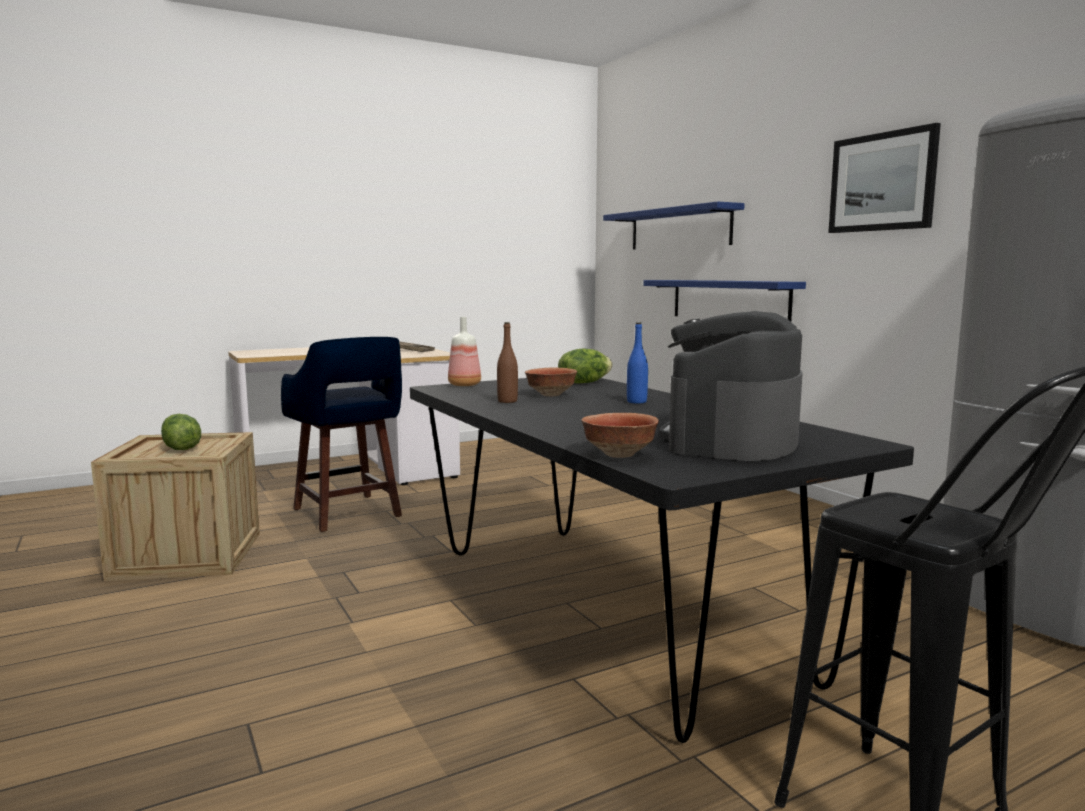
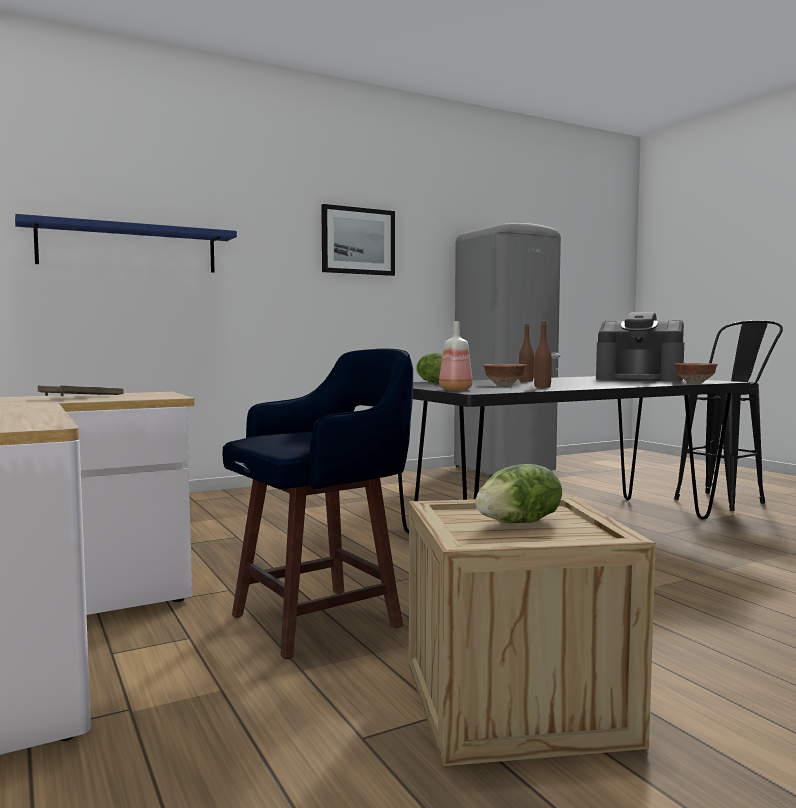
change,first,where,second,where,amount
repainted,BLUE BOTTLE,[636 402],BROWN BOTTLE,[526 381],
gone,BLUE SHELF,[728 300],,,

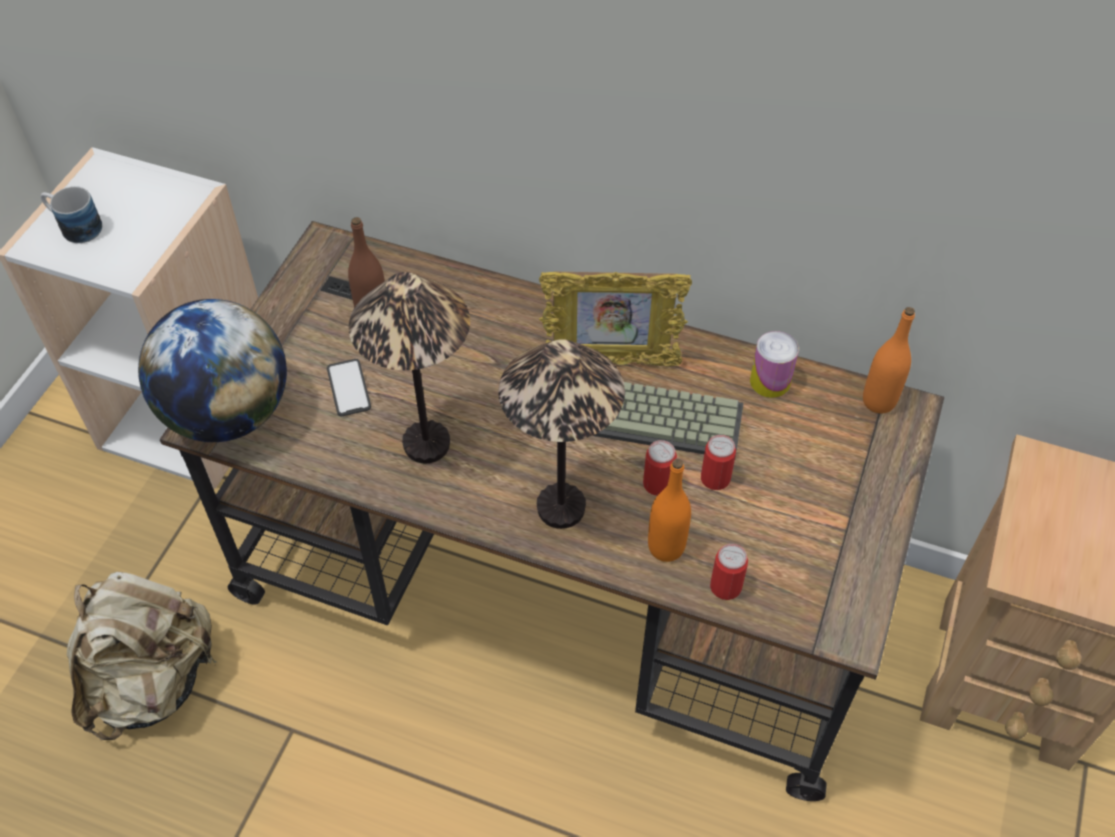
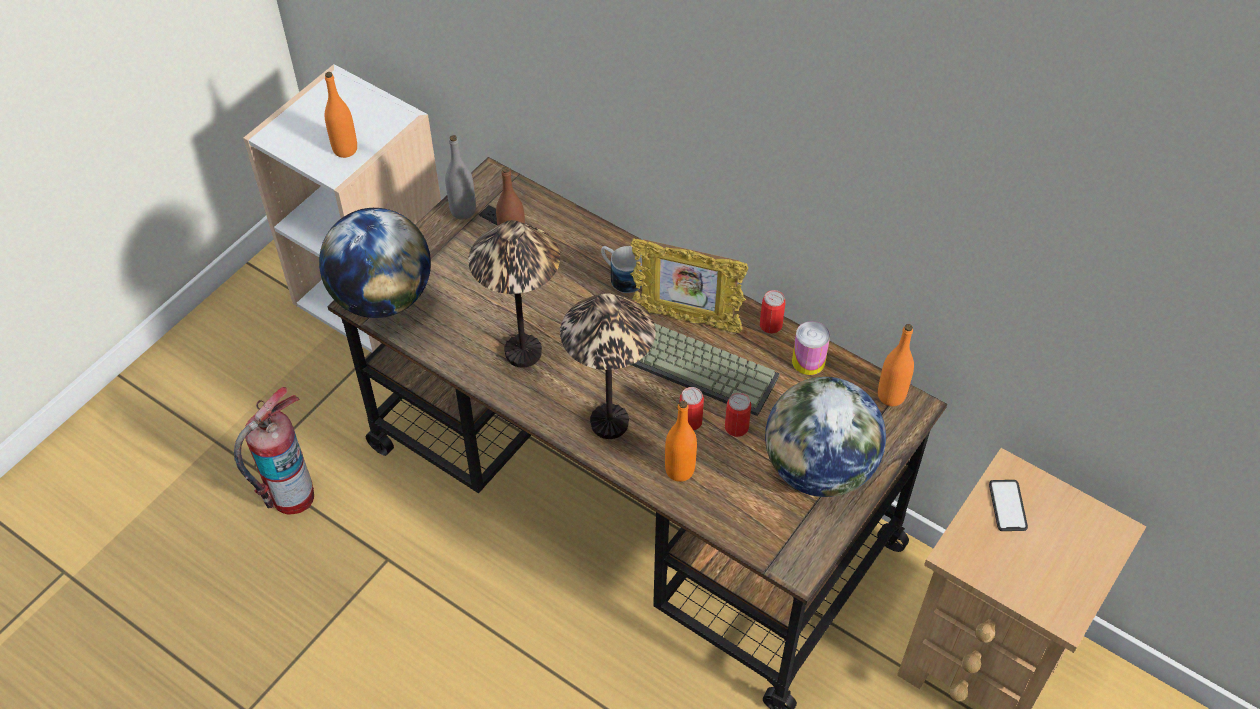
change,first,where,second,where,amount
swapped,BEIGE BACKPACK,[153 681],FIRE EXTINGUISHER,[291 496],
new,,,ORANGE BOTTLE,[345 149],
new,,,GREY BOTTLE,[463 211],
shifted,MUG,[75 227],,[621 277],
shifted,CAN,[725 586],,[770 325],
new,,,GLOBE,[818 469],
shifted,PHONE,[349 388],,[1007 506],

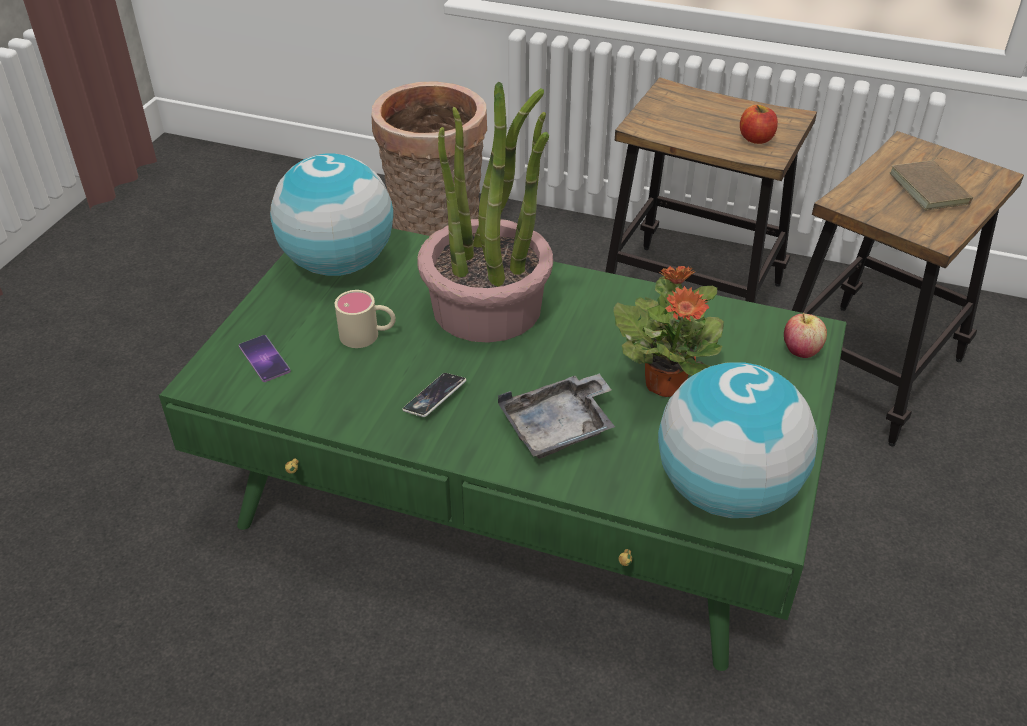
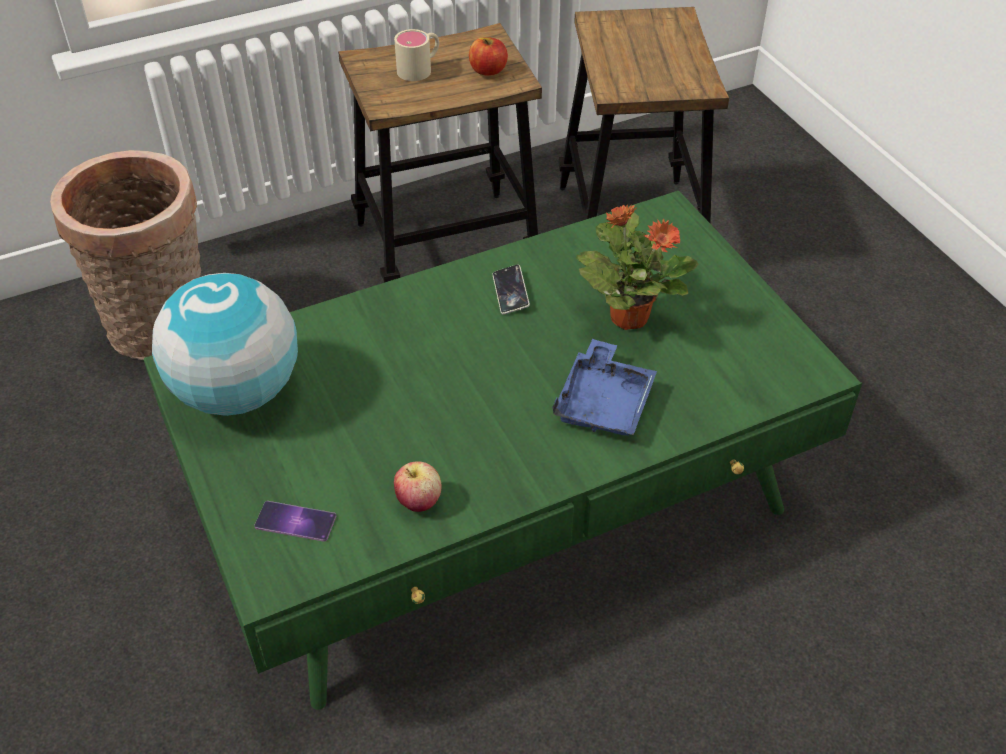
change,first,where,second,where,amount
shifted,BEIGE MUG,[368 335],,[420 68],
shifted,APPLE,[801 351],,[419 501],
shifted,PHONE,[434 398],,[510 292],
repainted,GREY TRAY,[559 427],BLUE TRAY,[604 402],
gone,POTTED PLANT,[488 307],,,
gone,GLOBE,[726 492],,,
gone,BROWN BOOK,[931 189],,,

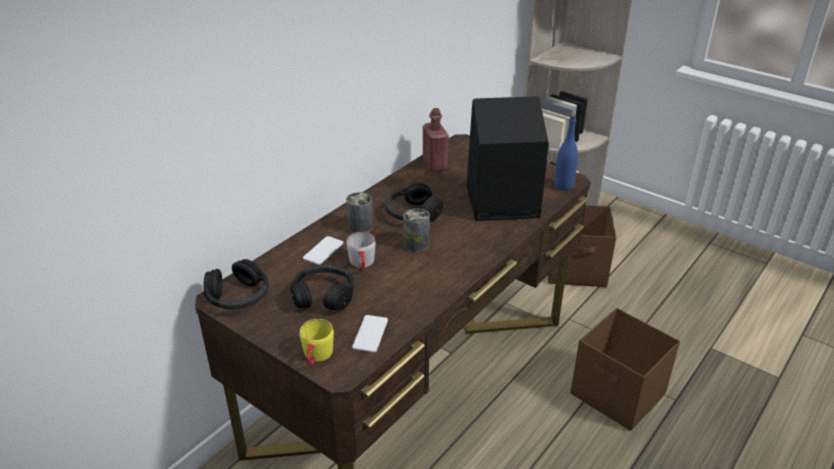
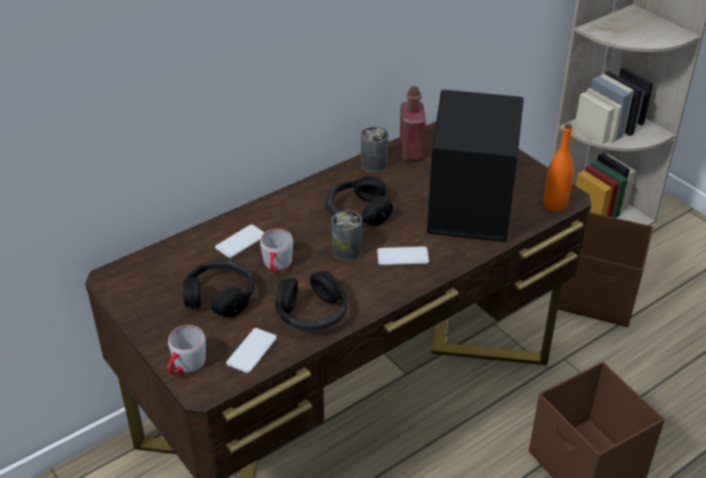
change,first,where,second,where,amount
repainted,YELLOW MUG,[317 357],GREY MUG,[185 366],
shifted,BLACK HEADPHONES,[238 297],,[312 314],
shifted,CAN,[360 227],,[374 164],
new,,,PHONE,[402 257],
repainted,BLUE BOTTLE,[563 186],ORANGE BOTTLE,[555 204],

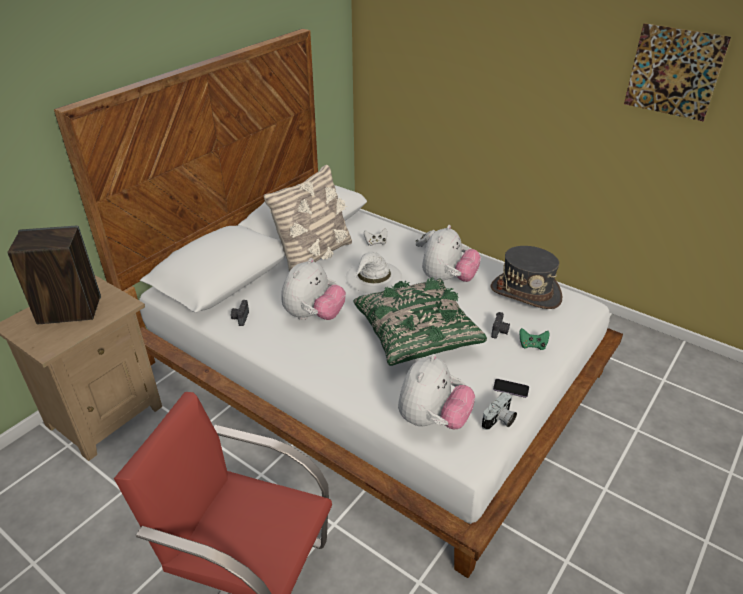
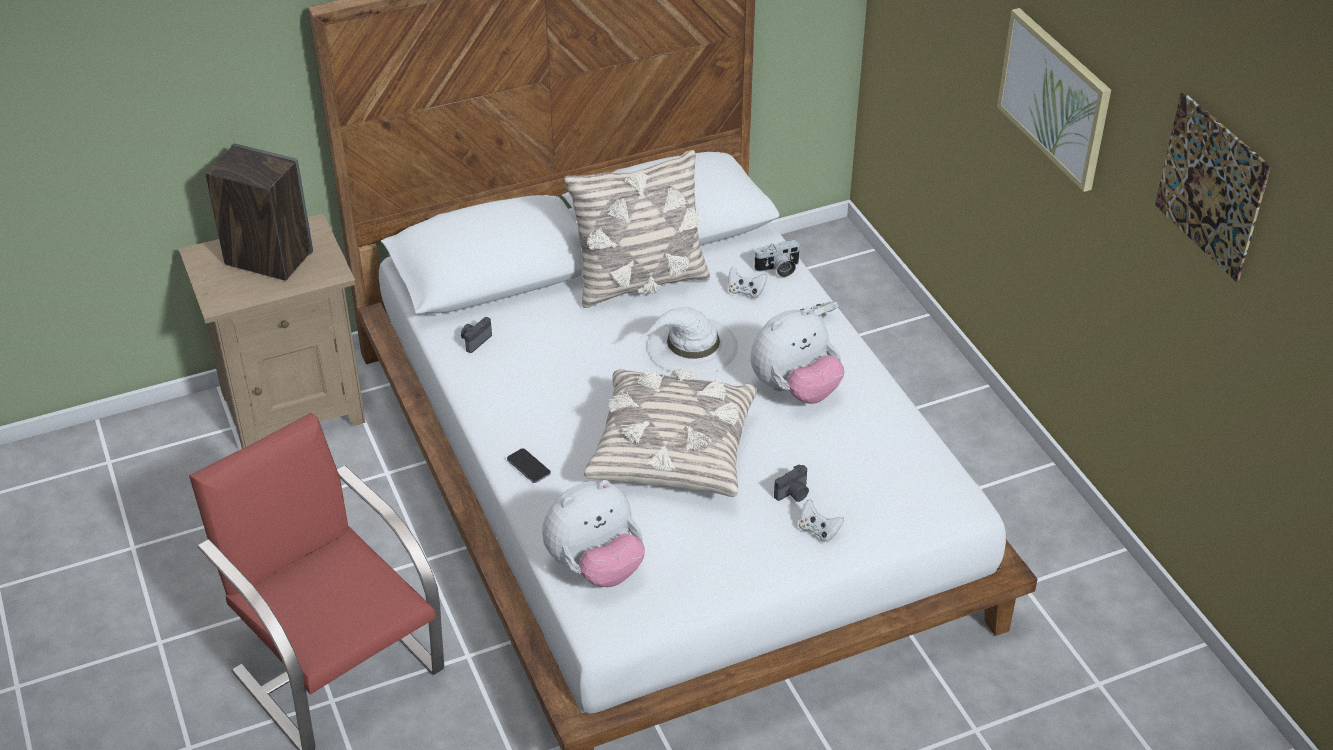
change,first,where,second,where,amount
shifted,PHONE,[510 389],,[528 467],
repainted,GREEN PILLOW,[416 336],BEIGE PILLOW,[672 454],
shifted,PHOTO CAMERA,[499 421],,[778 269],
repainted,GREEN GAME CONTROLLER,[532 345],WHITE GAME CONTROLLER,[818 530],
new,,,PICTURE,[1055 97],
gone,PLUSH TOY,[314 316],,,
gone,GREY HAT,[525 293],,,

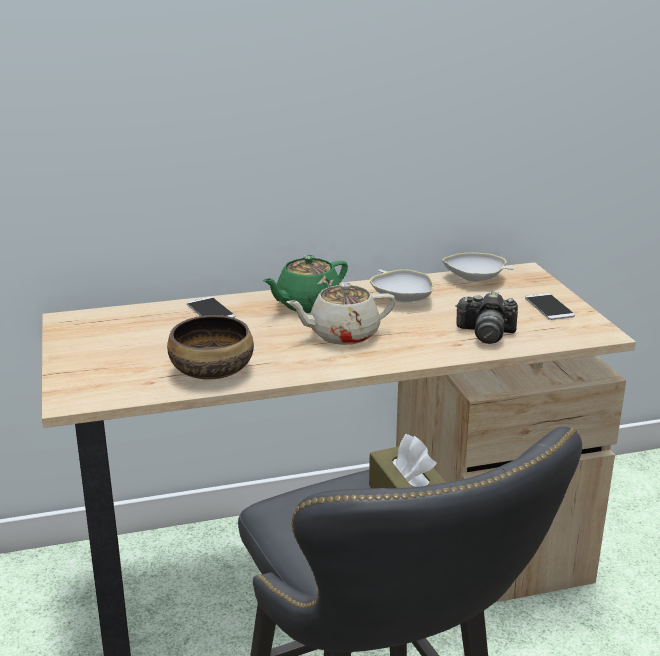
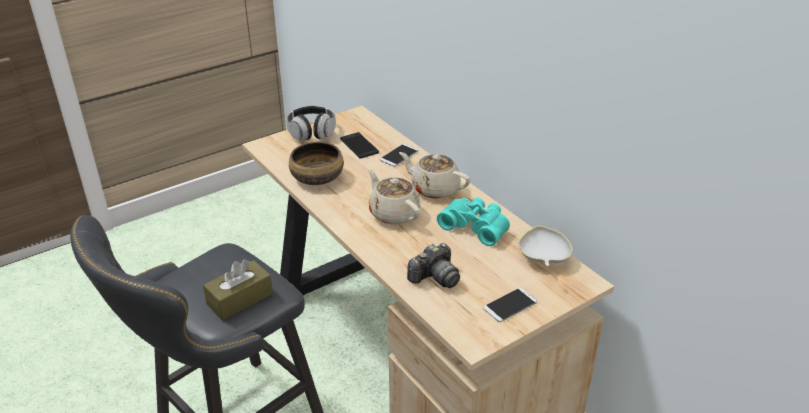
change,first,where,second,where,amount
new,,,HEADPHONES,[312 132],
new,,,PHONE,[359 146],
repainted,GREEN TEAPOT,[307 305],BEIGE TEAPOT,[434 188],
rotated,PHOTO CAMERA,[486 333],,[435 277],120 degrees counterclockwise
swapped,WHITE BOWL,[402 298],TURQUOISE BINOCULARS,[475 226],

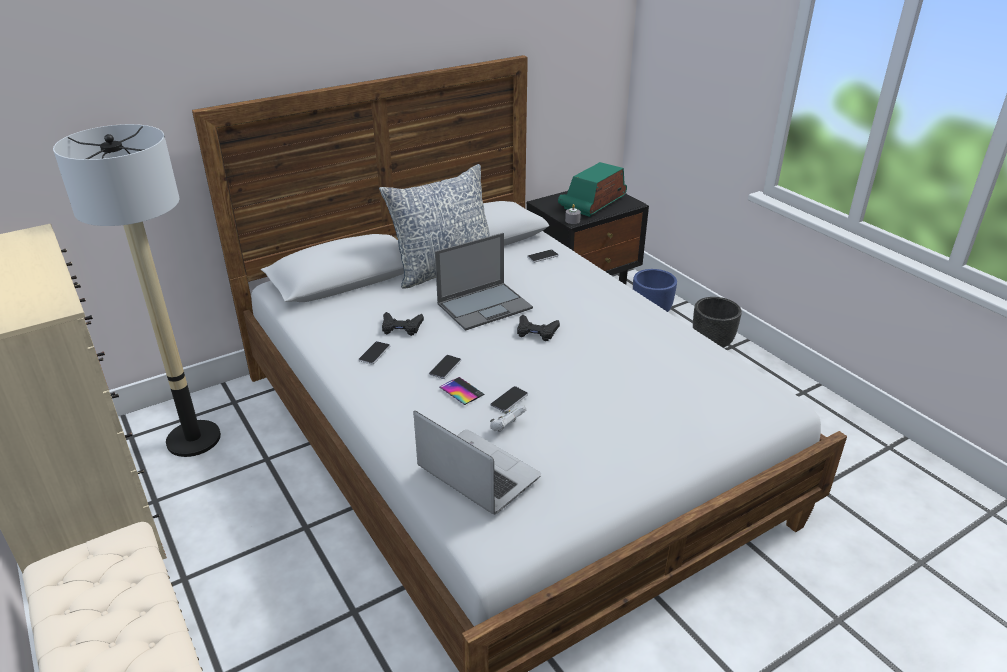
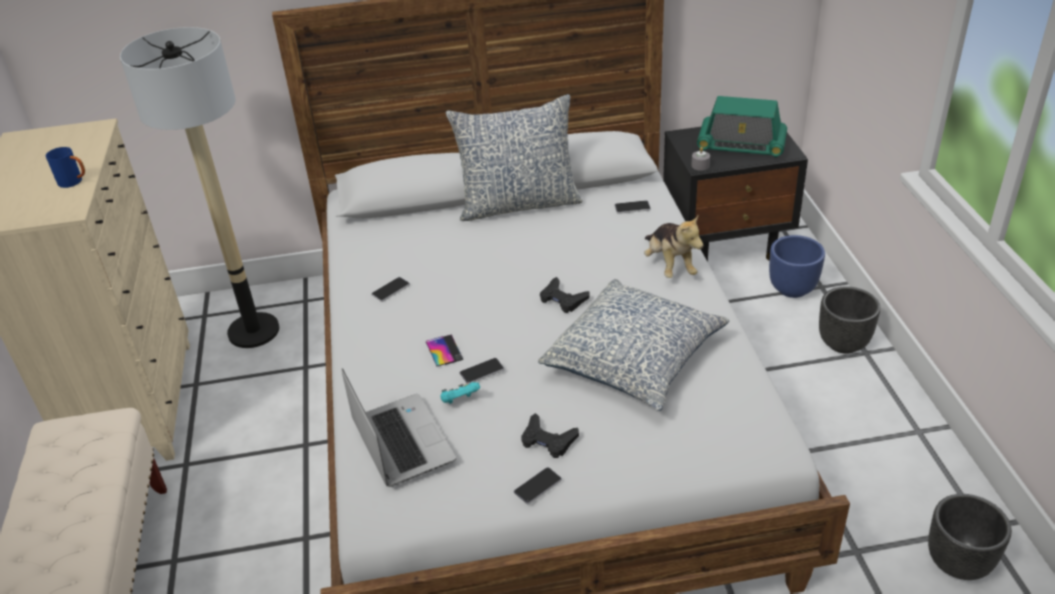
change,first,where,second,where,amount
new,,,BLUE MUG,[74 182],
repainted,WHITE GAME CONTROLLER,[506 427],TURQUOISE GAME CONTROLLER,[460 400],
shifted,PHONE,[445 367],,[537 486],
shifted,BLACK GAME CONTROLLER,[401 327],,[548 440],
new,,,PILLOW,[634 359],
new,,,PLUSH TOY,[669 265],
rotated,RADIO,[593 203],,[741 145],135 degrees counterclockwise
new,,,BLACK PLANTER,[958 562],
gone,LAPTOP,[485 306],,,

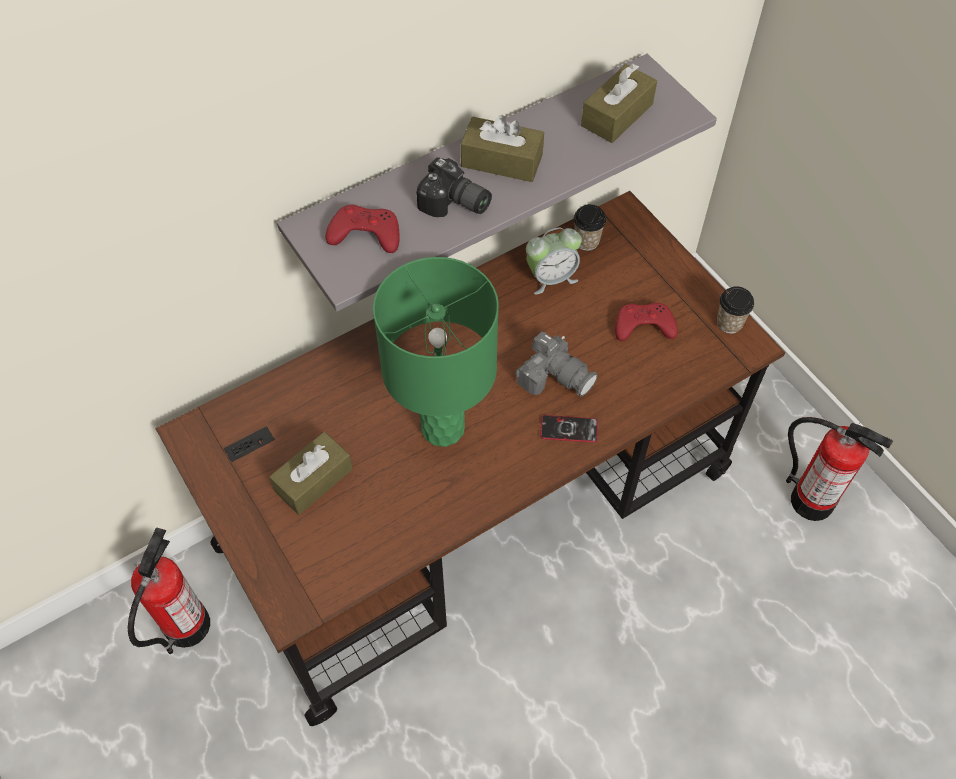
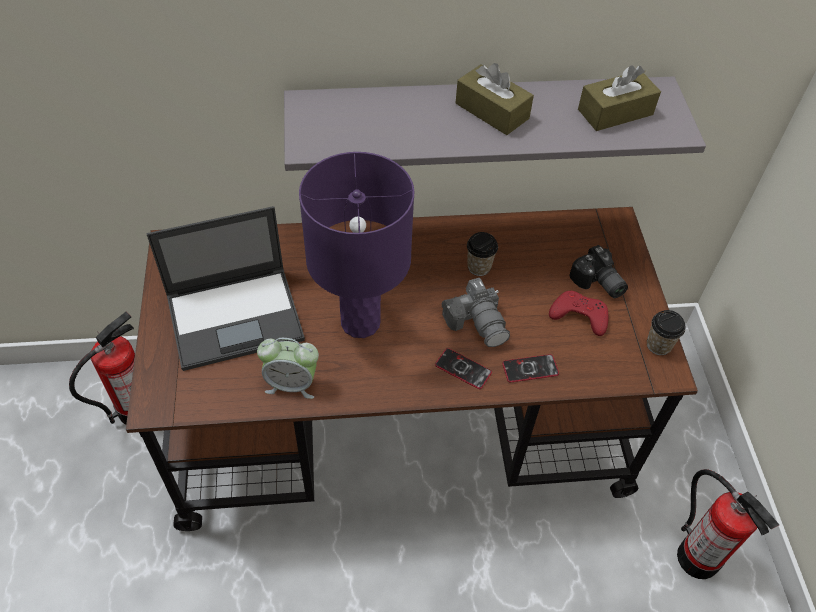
change,first,where,second,where,amount
swapped,BROWN TISSUE BOX,[313 480],LAPTOP,[236 317],
shifted,ALARM CLOCK,[551 278],,[292 383],
repainted,GREEN TABLE LAMP,[443 427],PURPLE TABLE LAMP,[361 322],
shifted,CUP,[586 241],,[479 267],
new,,,PHONE,[530 369],
shifted,PHOTO CAMERA,[454 205],,[597 284],
gone,RED GAME CONTROLLER,[365 234],,,

